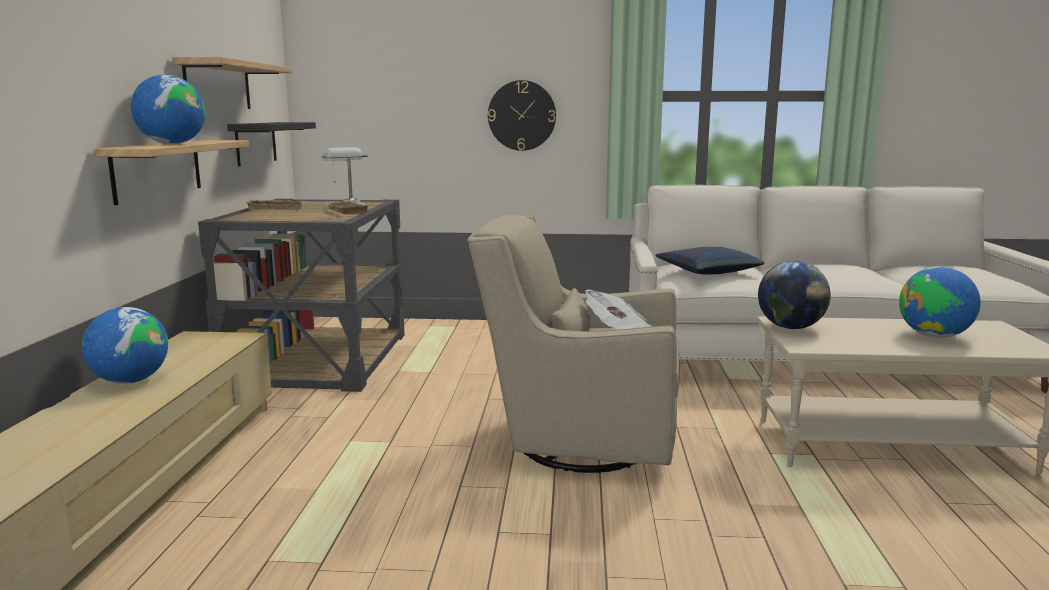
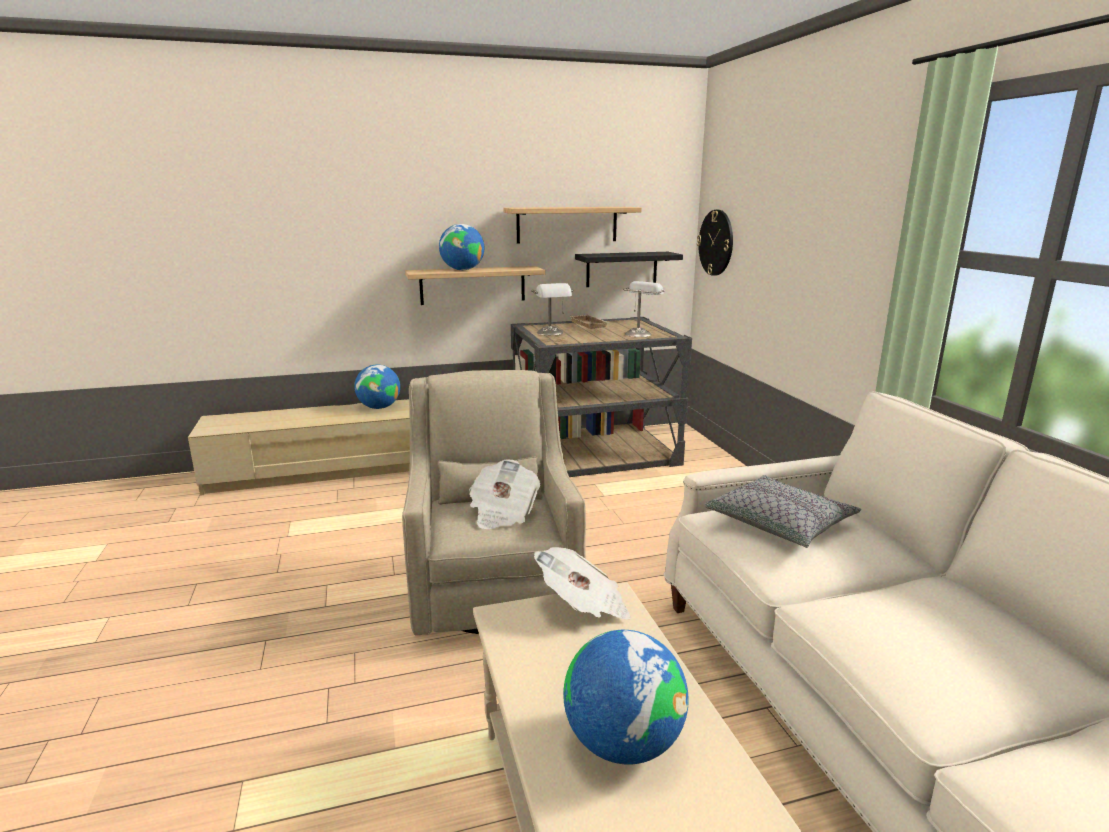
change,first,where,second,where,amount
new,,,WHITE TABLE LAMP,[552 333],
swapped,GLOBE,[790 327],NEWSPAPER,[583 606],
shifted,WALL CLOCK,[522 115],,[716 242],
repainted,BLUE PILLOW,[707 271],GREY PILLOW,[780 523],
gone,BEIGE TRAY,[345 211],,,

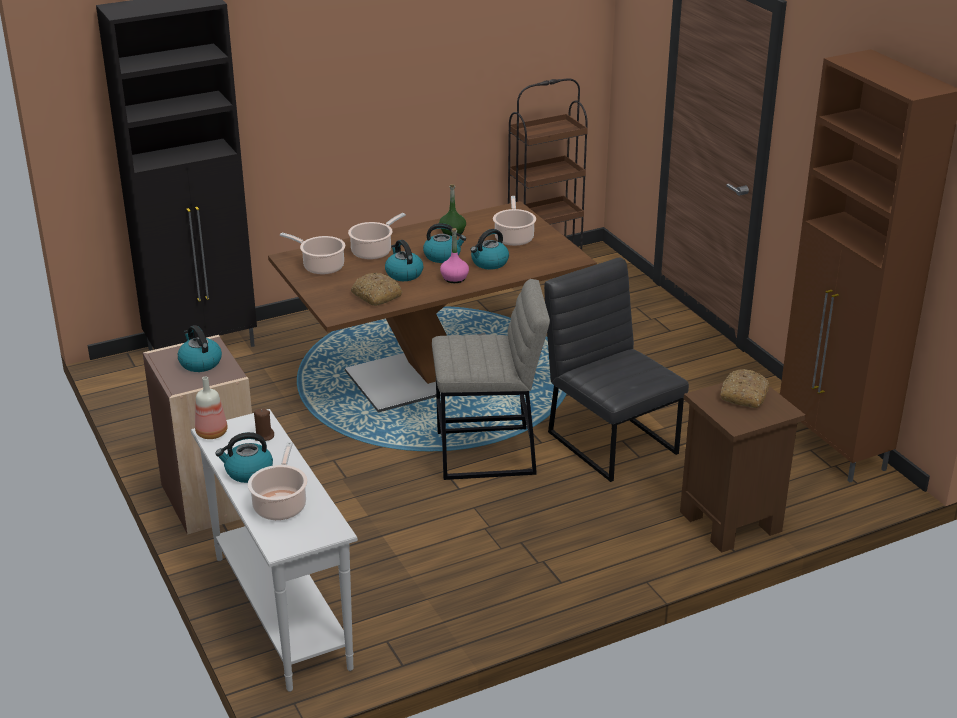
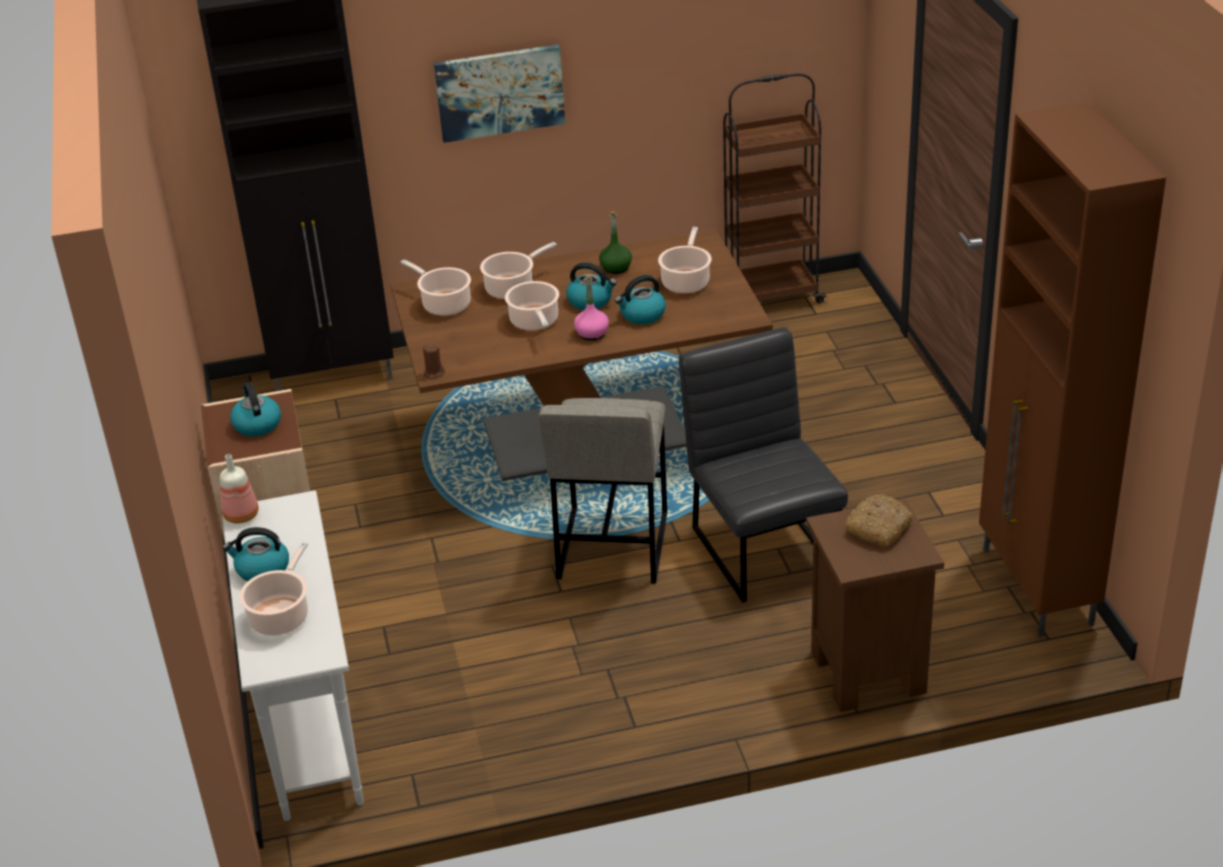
change,first,where,second,where,amount
shifted,BROWN CANDLE,[264 437],,[434 373],
new,,,PICTURE,[499 92],
swapped,KETTLE,[403 274],COOKING POT,[535 322],
rotated,GREY CHAIR,[489 453],,[612 548],90 degrees clockwise
gone,BREAD,[376 296],,,

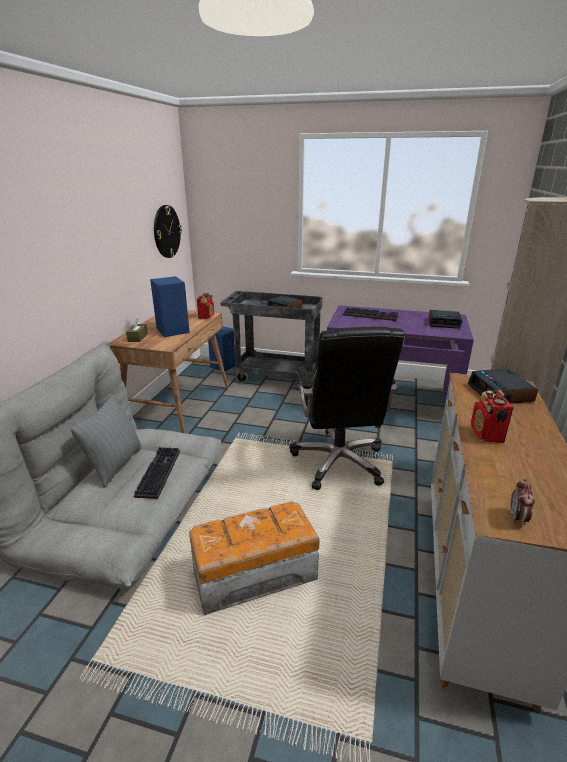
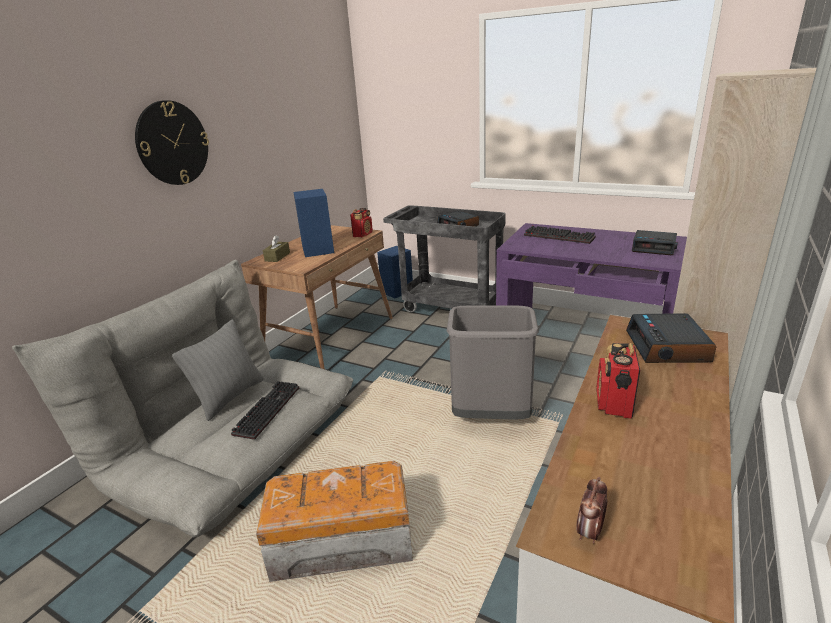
change,first,where,second,where,amount
shifted,WALL CLOCK,[166 231],,[172 143],
swapped,BLACK OFFICE CHAIR,[338 461],GREY TRASH CAN,[490 416],

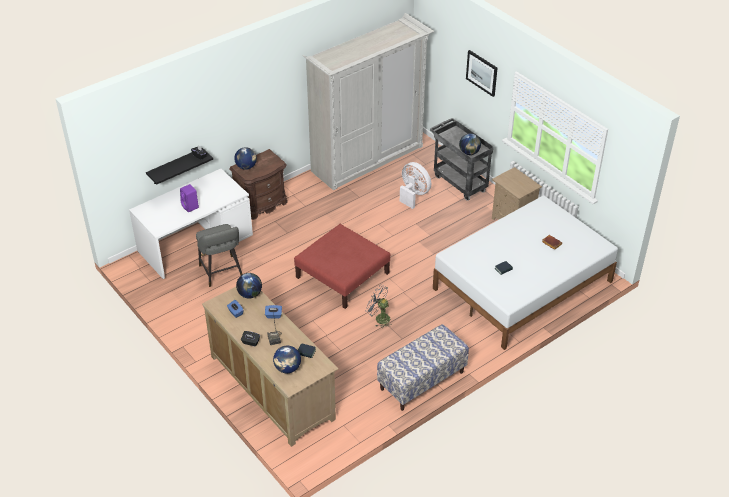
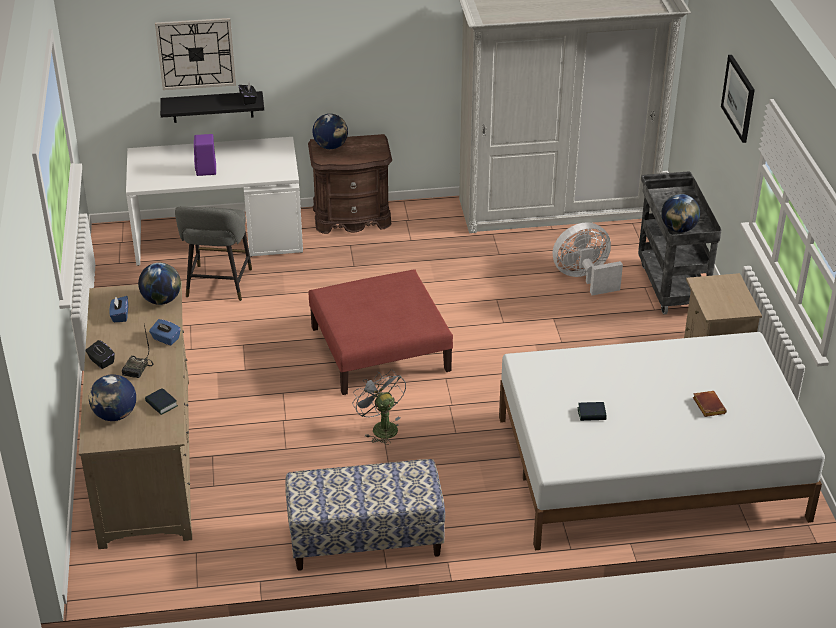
change,first,where,second,where,amount
new,,,WALL CLOCK,[196 53],
rotated,WHITE FAN,[413 195],,[584 278],90 degrees counterclockwise

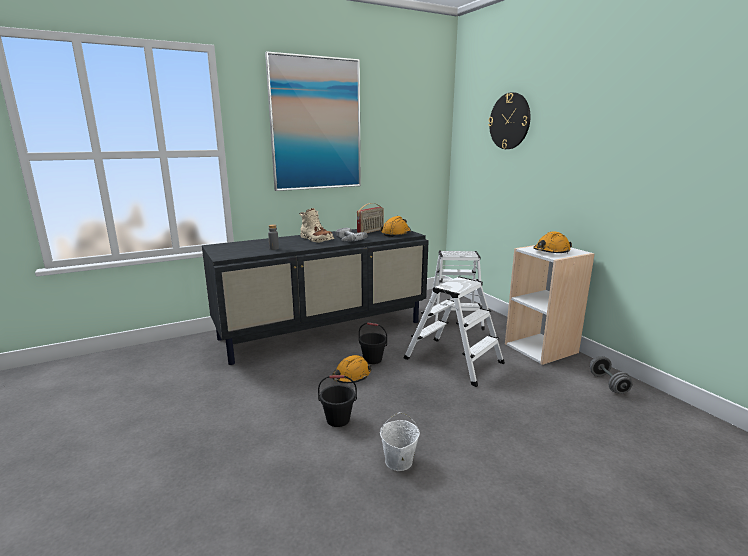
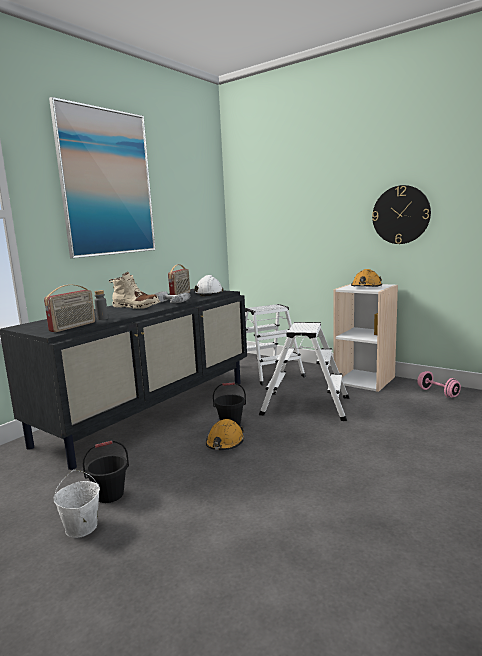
change,first,where,second,where,amount
new,,,RADIO,[73 327],
shifted,WHITE BUCKET,[398 461],,[81 528],
shifted,BLACK BUCKET,[338 419],,[110 495],
repainted,ORANGE HARD HAT,[396 233],WHITE HARD HAT,[209 293],
shifted,WALL CLOCK,[509 121],,[401 215],
repainted,GREY DUMBBELL,[608 384],PINK DUMBBELL,[437 393],

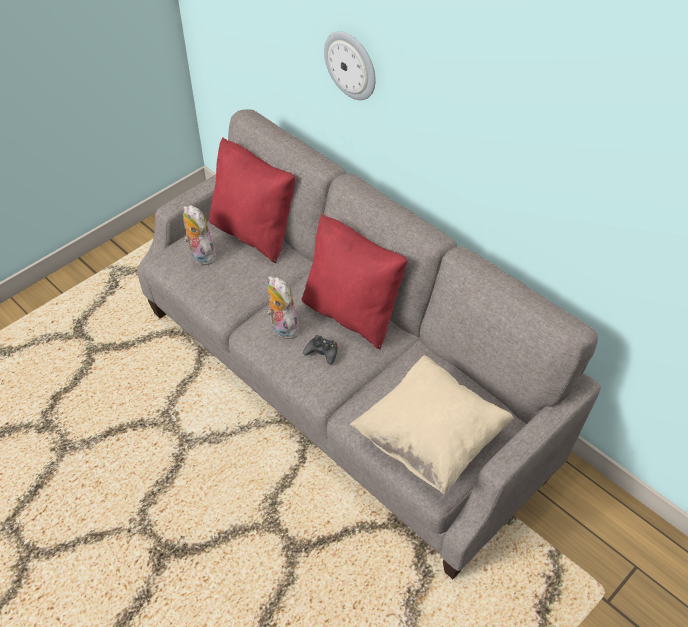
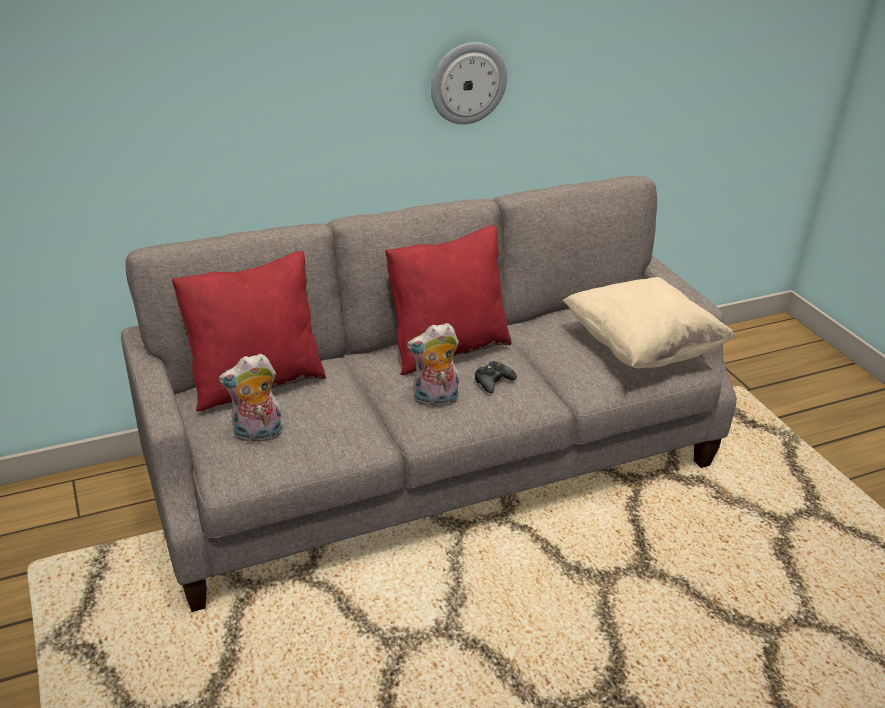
change,first,where,second,where,amount
shifted,WALL CLOCK,[351 65],,[468 83],

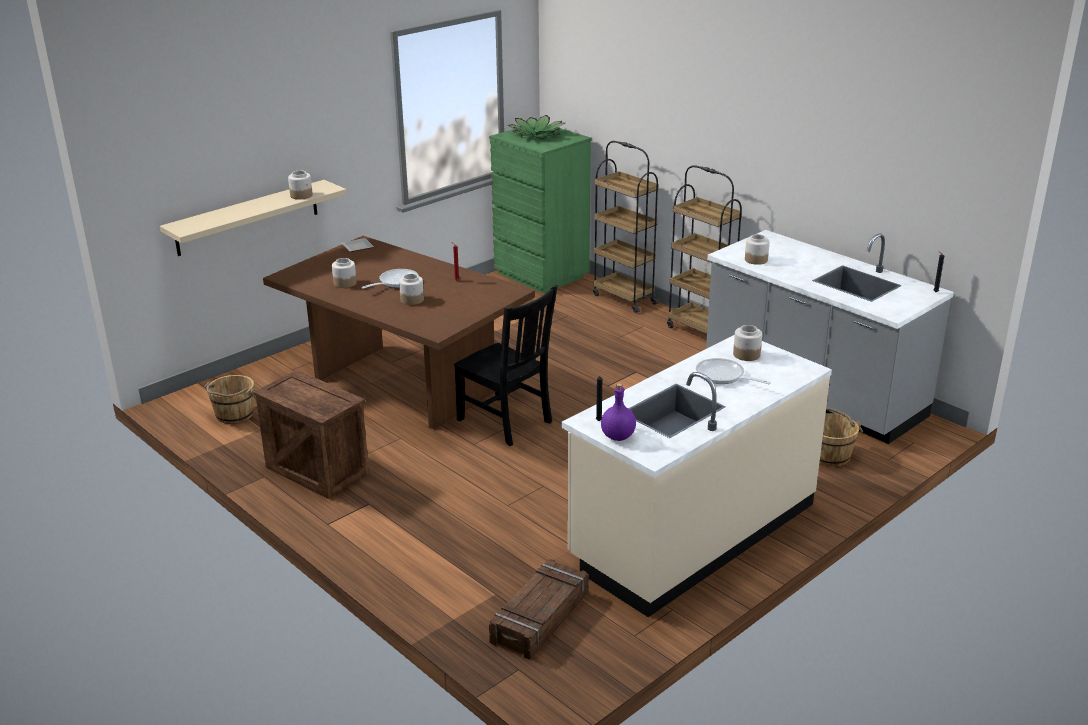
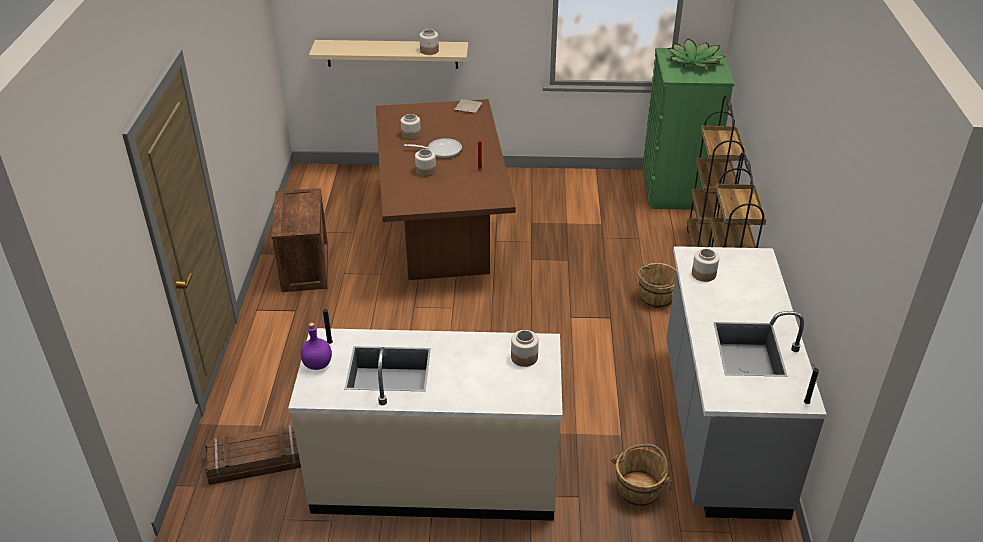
change,first,where,second,where,amount
shifted,BROWN BUCKET,[234 415],,[655 298],
gone,BLACK CHAIR,[506 422],,,
gone,FRYING PAN,[723 376],,,

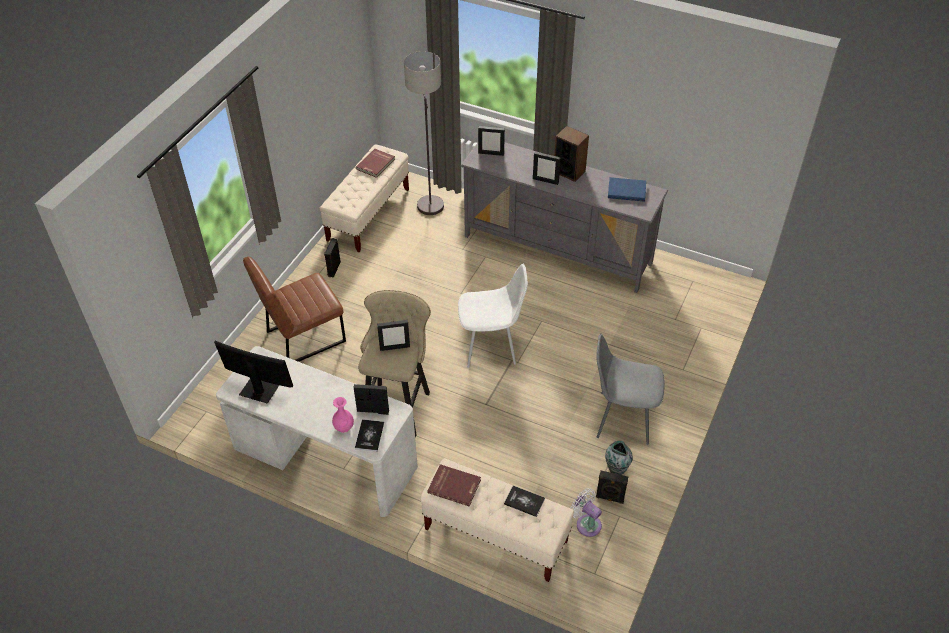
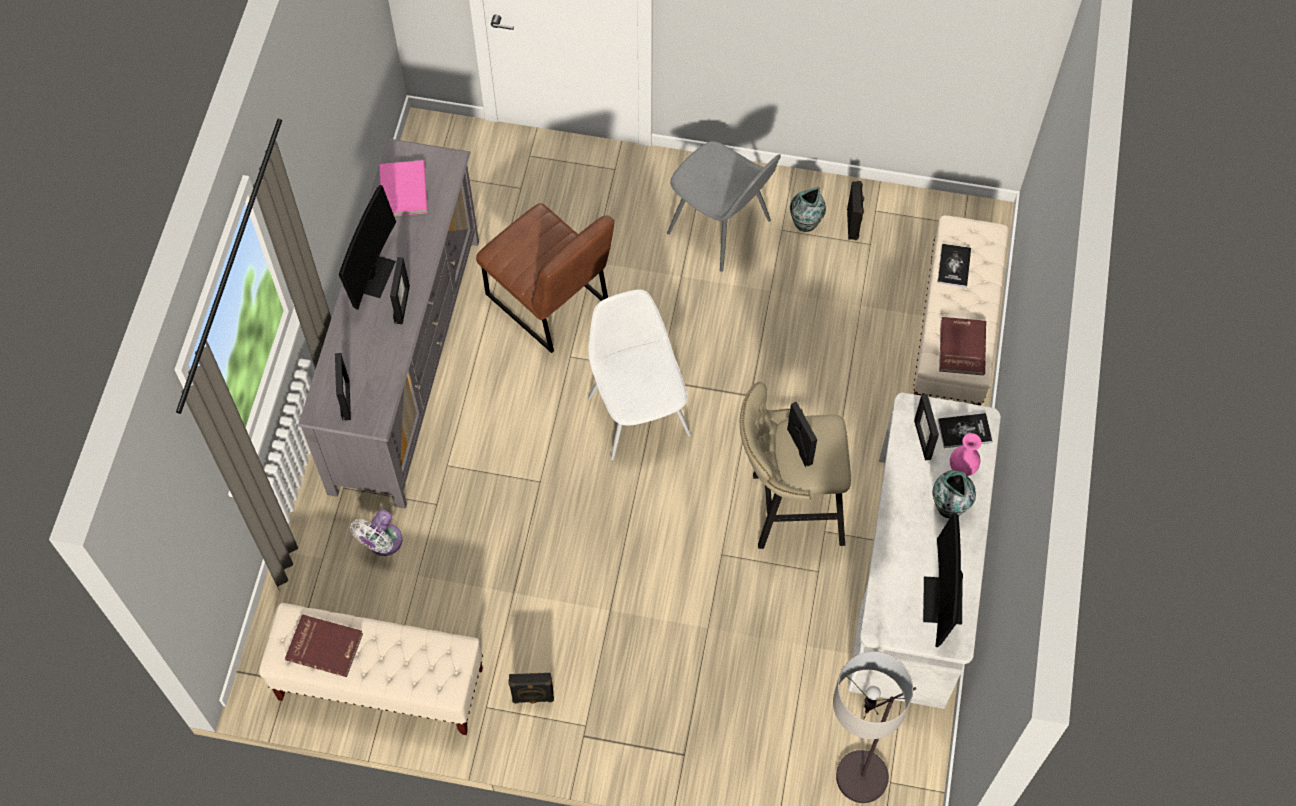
change,first,where,second,where,amount
swapped,SPEAKER,[569 171],MONITOR,[371 275],
shifted,WHITE FAN,[586 523],,[382 543],
repainted,BLUE BOOK,[626 190],PINK BOOK,[402 190],
shifted,BROWN CHAIR,[303 337],,[549 301],
rotated,GREY CHAIR,[622 417],,[721 228],45 degrees counterclockwise
shifted,GREY FLOOR LAMP,[429 201],,[847 784],
new,,,VASE,[949 506],

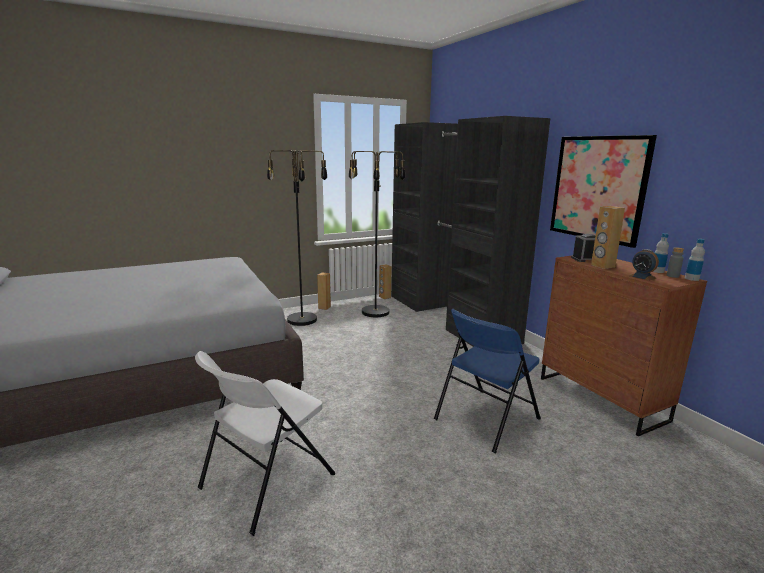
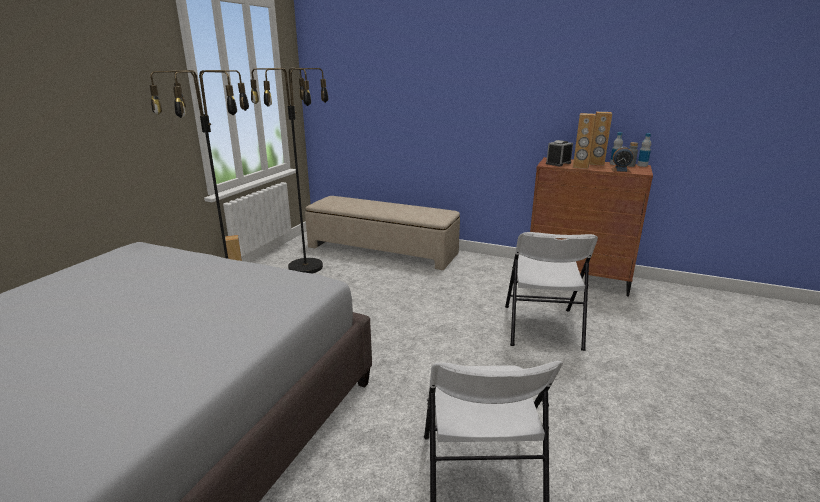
change,first,where,second,where,amount
swapped,BLACK WARDROBE,[449 317],BEIGE BENCH,[383 250],
repainted,BLUE CHAIR,[486 419],WHITE CHAIR,[541 327],
shifted,BROWN SPEAKER,[384 297],,[596 163],
gone,PICTURE,[598 188],,,

